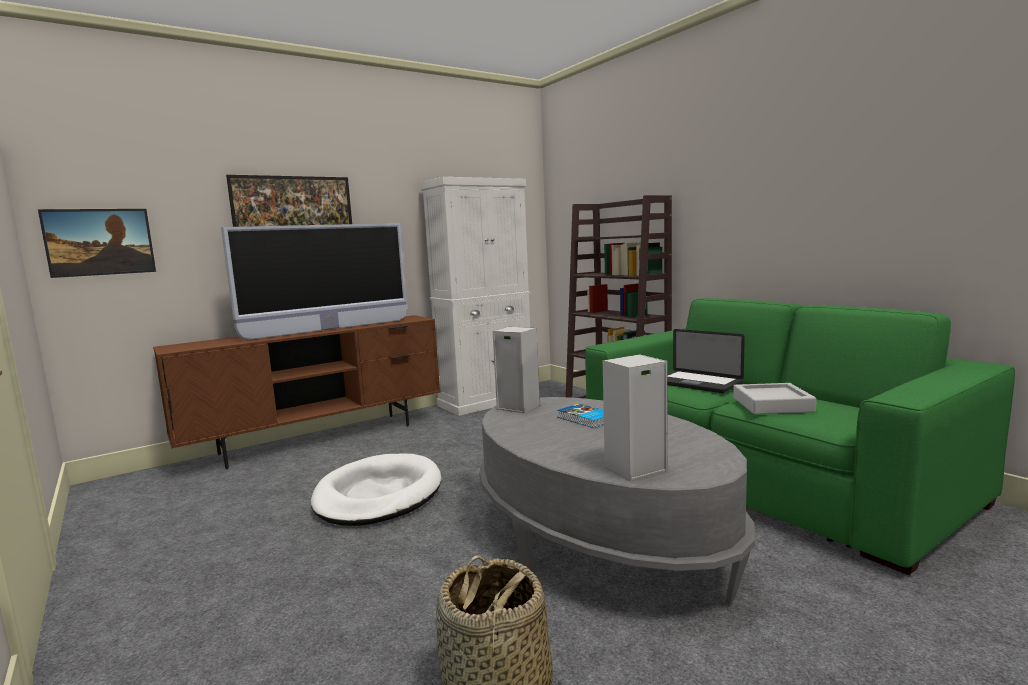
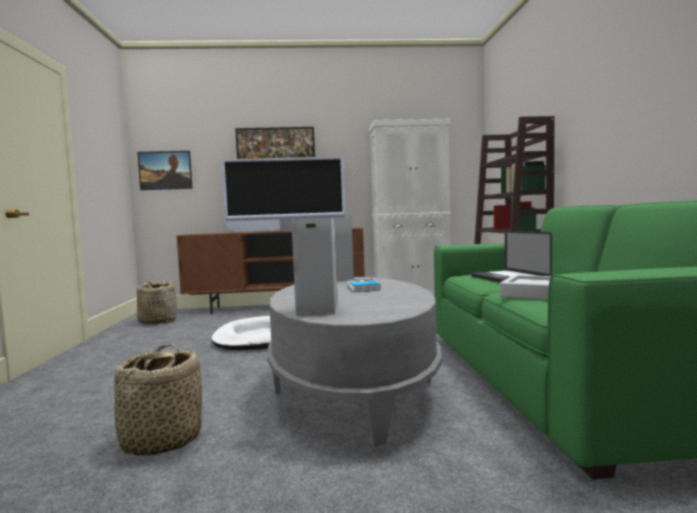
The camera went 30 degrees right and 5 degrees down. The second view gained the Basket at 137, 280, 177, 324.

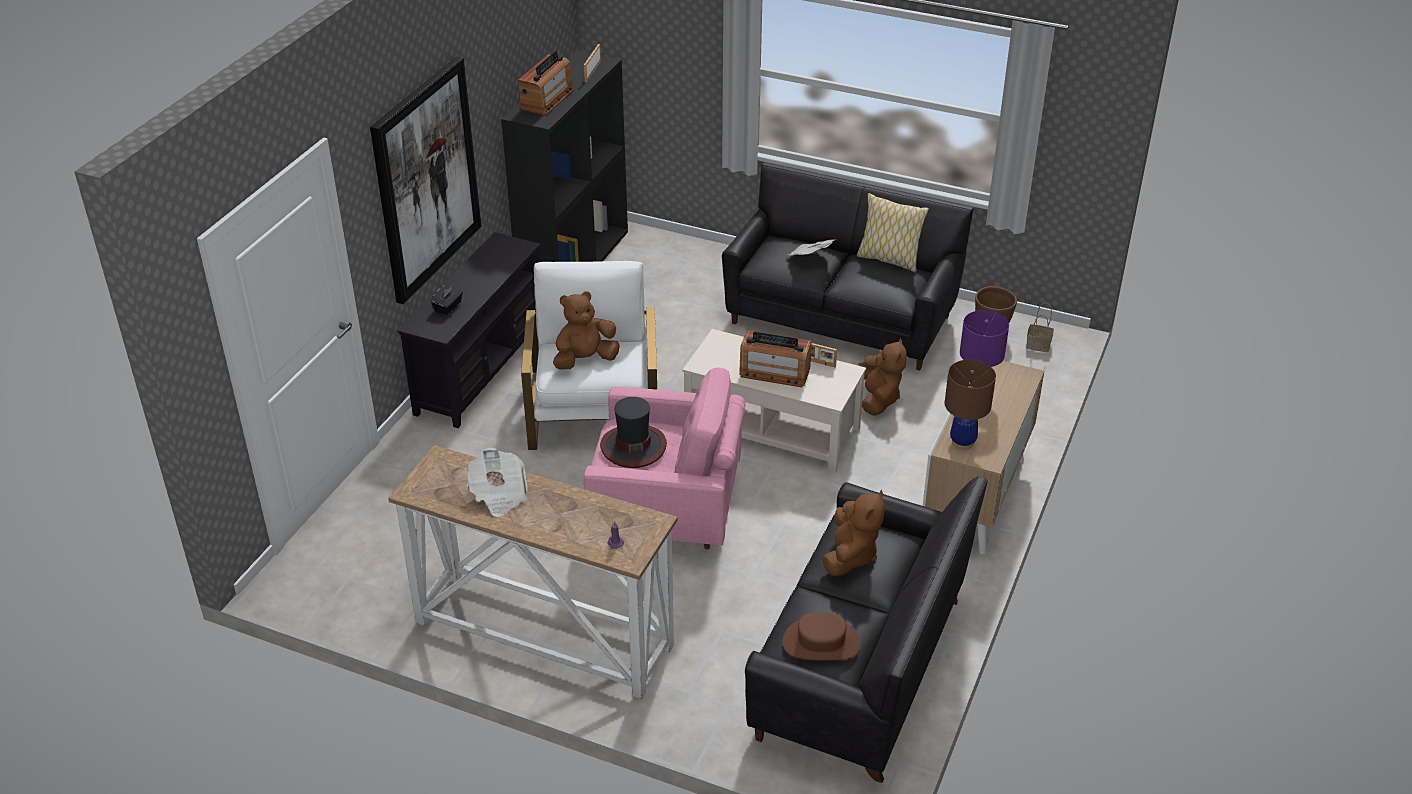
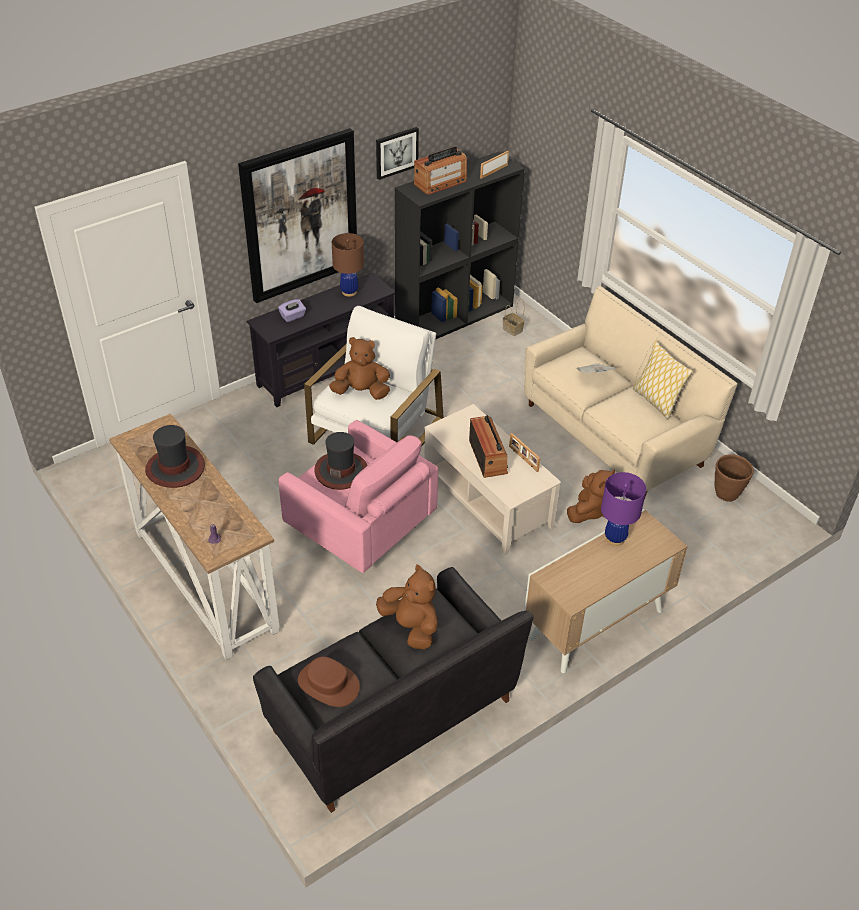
The camera went 30 degrees right and 5 degrees up. Where the Newspaper stood at 467, 447, 527, 517, the Hat came to stand at 145, 425, 205, 488. What was the BlackTissueBox at 431, 284, 463, 315 turned into the PurpleTissueBox at 278, 299, 306, 322. The BrownTableLamp ended up elsewhere, having gone from 945, 360, 996, 450 to 332, 233, 364, 297. The second view gained the Picture at 376, 127, 419, 180. The BrownPlushToy at 822, 490, 885, 576 ended up facing another way, 90 degrees counterclockwise from before. The Radio at 739, 331, 812, 387 ended up facing another way, 150 degrees counterclockwise from before. The Basket ended up elsewhere, having gone from 1026, 302, 1054, 352 to 503, 299, 525, 336. What was the BlackSofa at 722, 162, 974, 371 turned into the BeigeSofa at 524, 286, 738, 497.

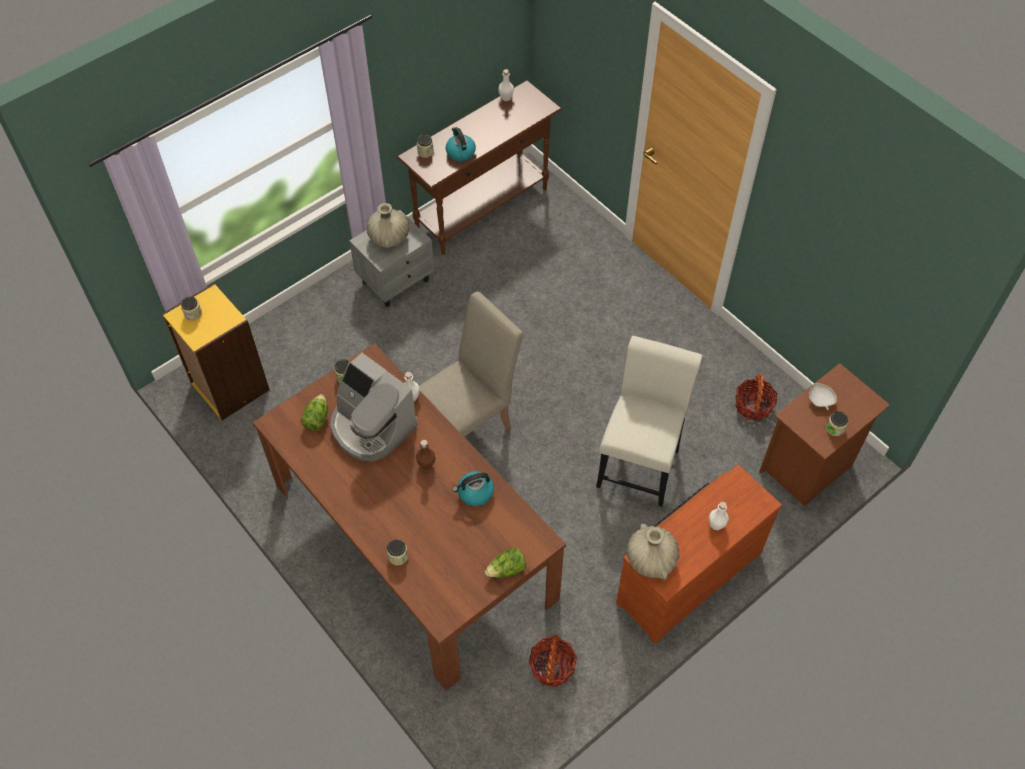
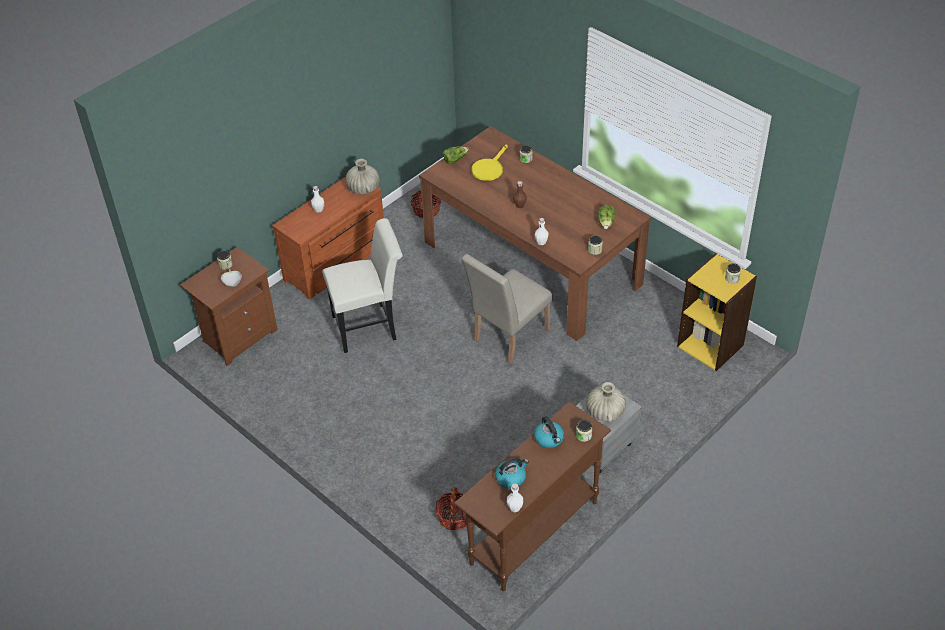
The camera went 175 degrees right and 10 degrees down. The WhiteChair at 596, 336, 703, 507 ended up facing another way, 120 degrees counterclockwise from before. The Basket ended up elsewhere, having gone from 735, 374, 777, 421 to 435, 487, 467, 530. The second view gained the YellowFryingPan at 472, 144, 508, 181. The Kettle ended up elsewhere, having gone from 452, 471, 494, 506 to 495, 458, 529, 489. The second view lost the CoffeeMachine at 330, 353, 417, 462.

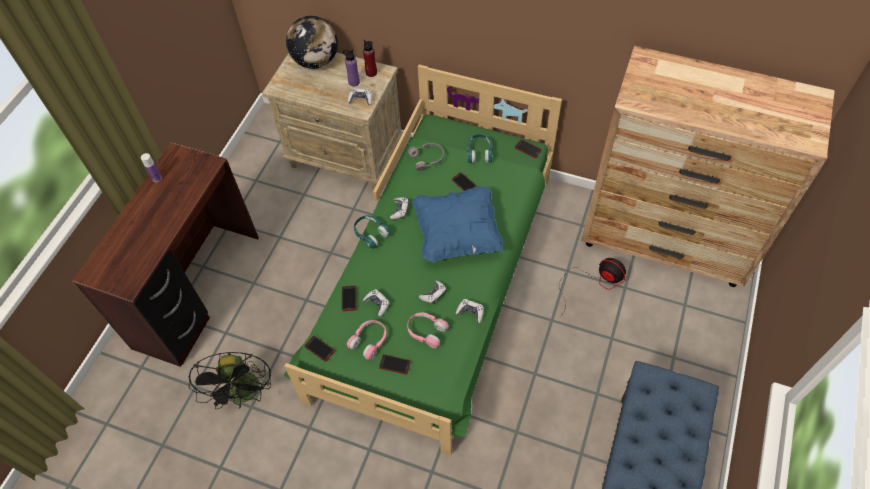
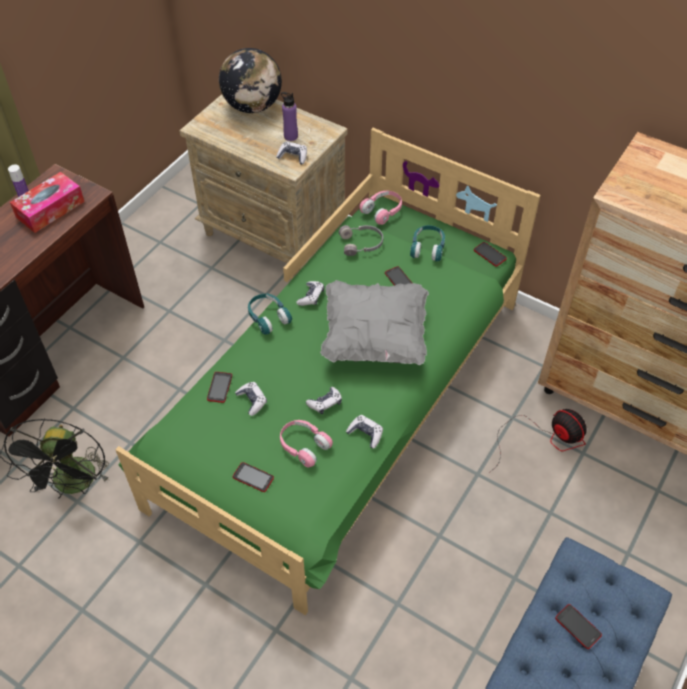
The camera went 10 degrees right and 5 degrees down. The second view gained the TissueBox at 10, 172, 85, 233. What was the BluePillow at 412, 186, 503, 263 turned into the GreyPillow at 320, 280, 429, 365. The PinkHeadphones ended up elsewhere, having gone from 347, 320, 387, 360 to 359, 191, 402, 225. The Phone ended up elsewhere, having gone from 304, 336, 335, 362 to 555, 604, 602, 649. The second view lost the RedBottle at 363, 40, 377, 77.

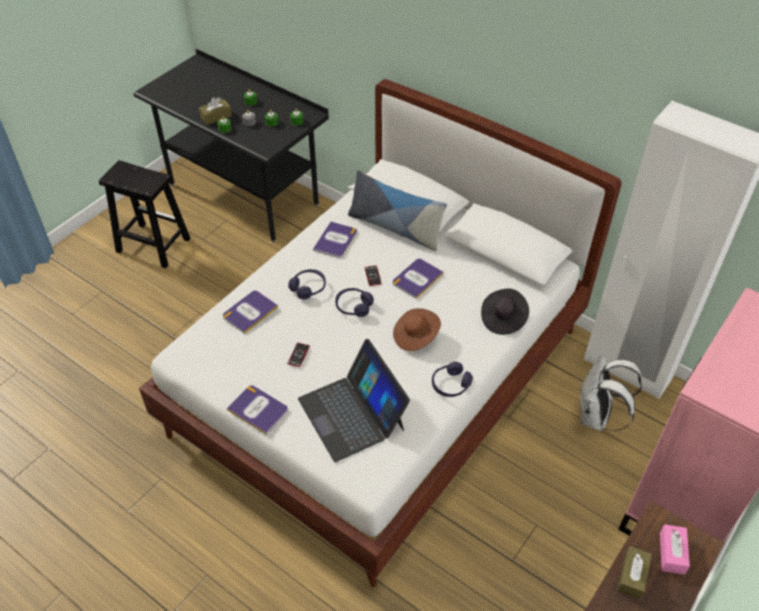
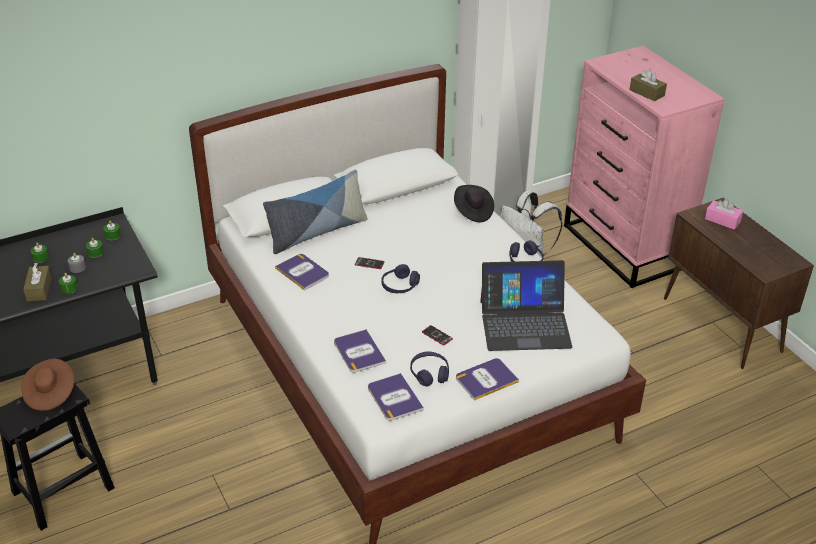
The camera went 65 degrees left and 10 degrees down. The BrownHat ended up elsewhere, having gone from 393, 308, 441, 351 to 21, 359, 74, 411. The Book ended up elsewhere, having gone from 393, 259, 444, 299 to 368, 373, 424, 421. The PurpleHeadphones ended up elsewhere, having gone from 288, 269, 326, 300 to 410, 352, 449, 386. The BrownTissueBox ended up elsewhere, having gone from 617, 546, 652, 599 to 630, 69, 667, 101.

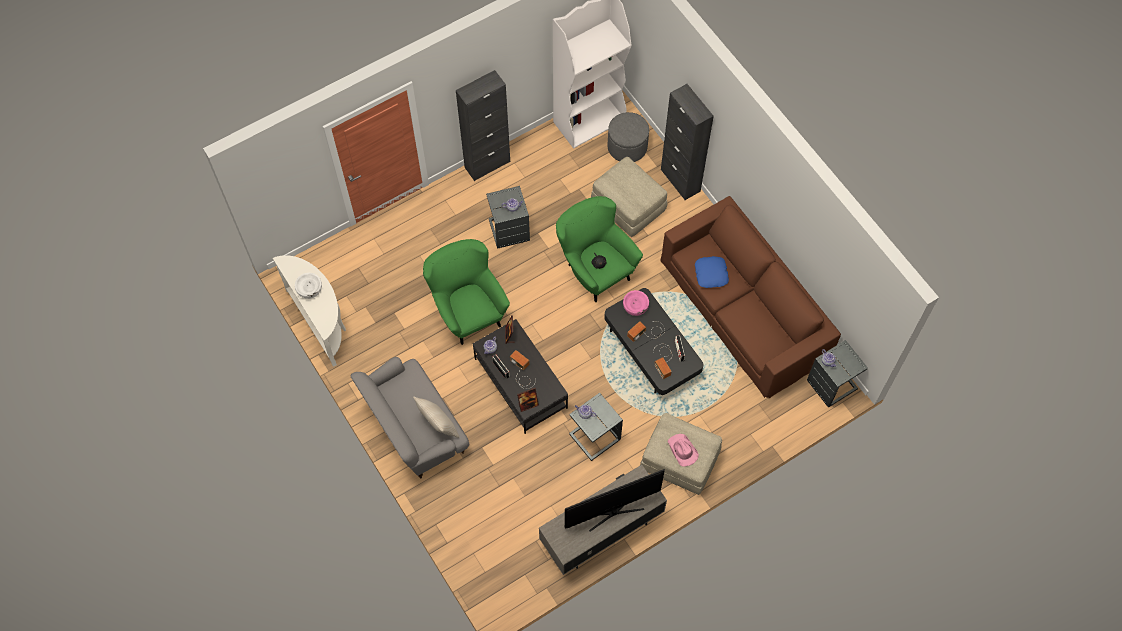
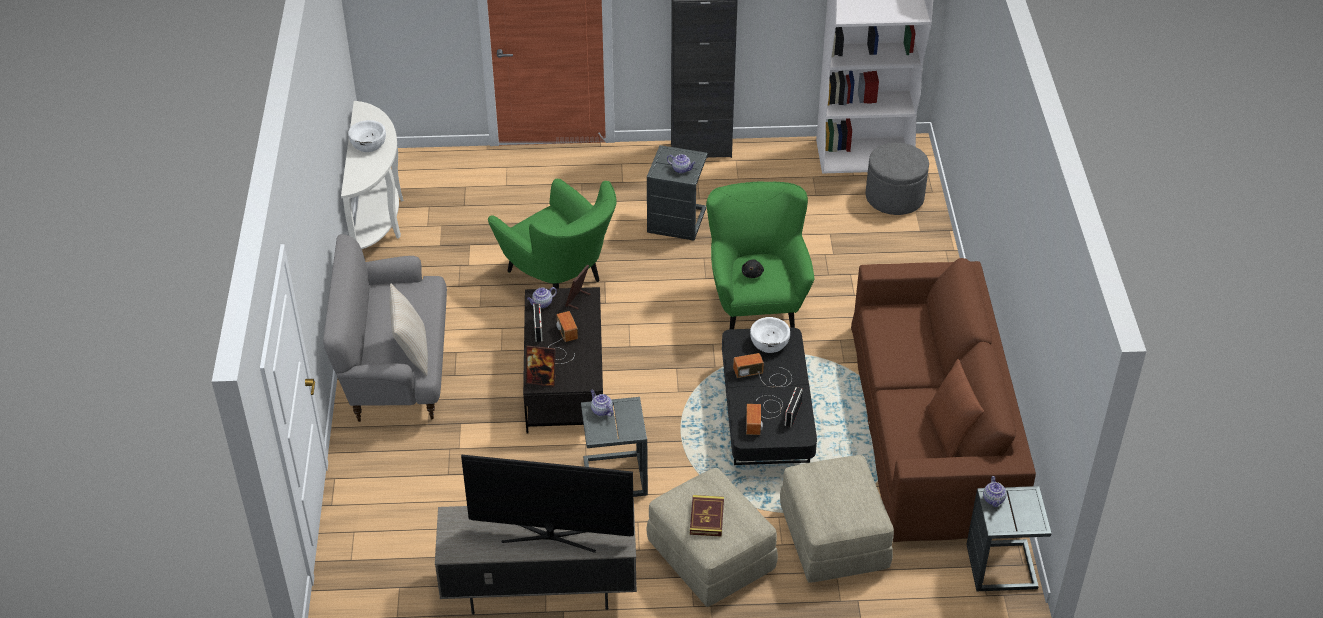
The camera went 30 degrees right and 20 degrees down. The GreenArmchair at 423, 239, 510, 345 ended up facing another way, 135 degrees clockwise from before. Where the PinkHat stood at 668, 434, 699, 466, the Book came to stand at 690, 495, 724, 537. What was the PinkBowl at 623, 290, 649, 316 turned into the WhiteBowl at 750, 317, 790, 353. The BeigeOttoman ended up elsewhere, having gone from 591, 157, 667, 237 to 780, 455, 894, 582. The second view gained the BrownPillow at 926, 359, 984, 458. The second view lost the BlackCabinet at 661, 84, 714, 200. The second view lost the BluePillow at 695, 256, 729, 288.

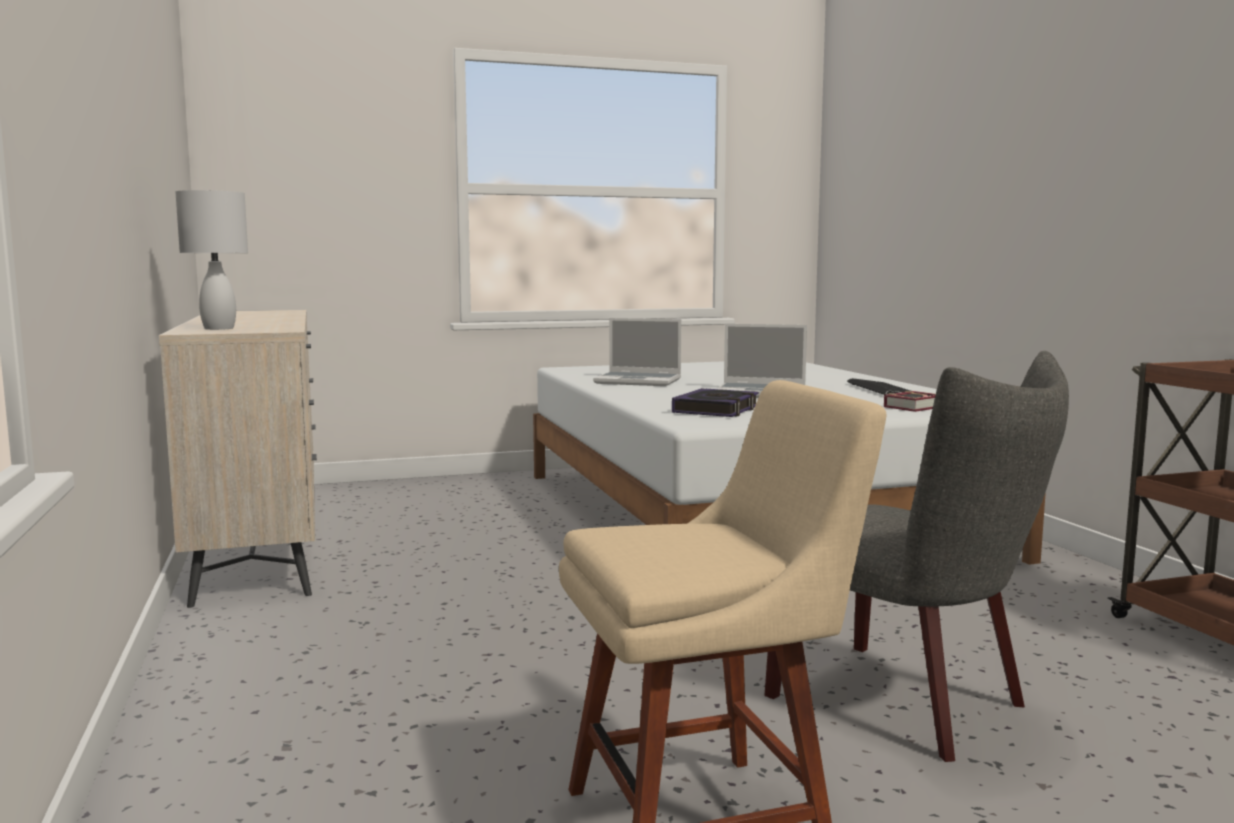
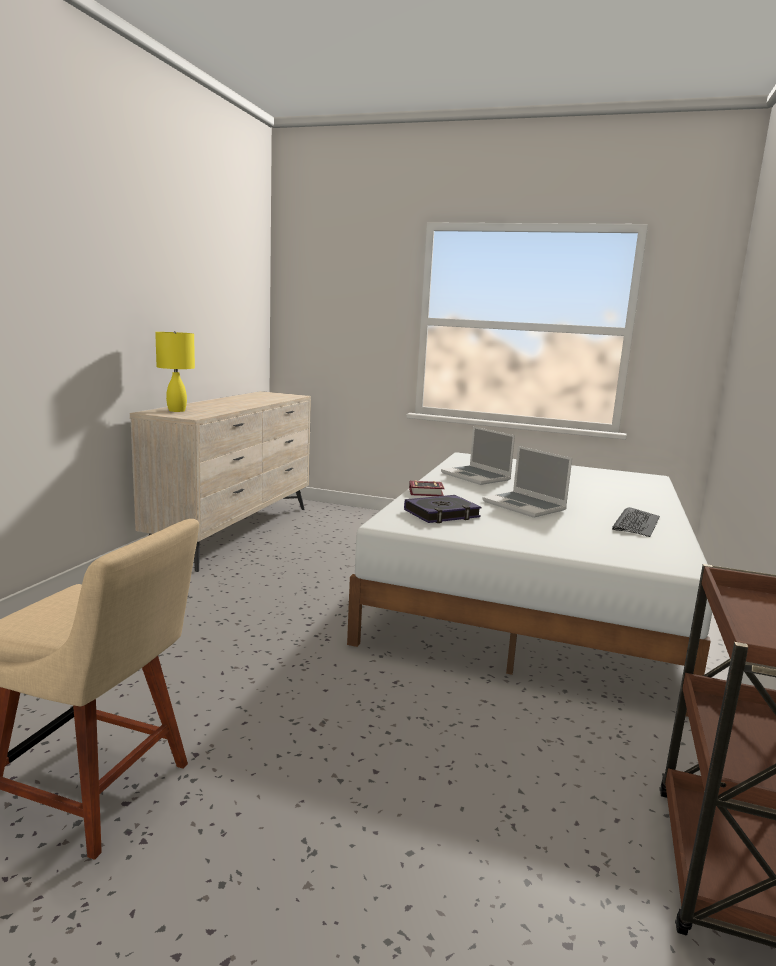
The camera went 35 degrees right and 5 degrees up. What was the WhiteTableLamp at 175, 190, 248, 330 turned into the YellowTableLamp at 155, 331, 195, 412. The Book ended up elsewhere, having gone from 884, 391, 936, 412 to 409, 480, 444, 496. The second view lost the GreyChair at 764, 351, 1069, 762.

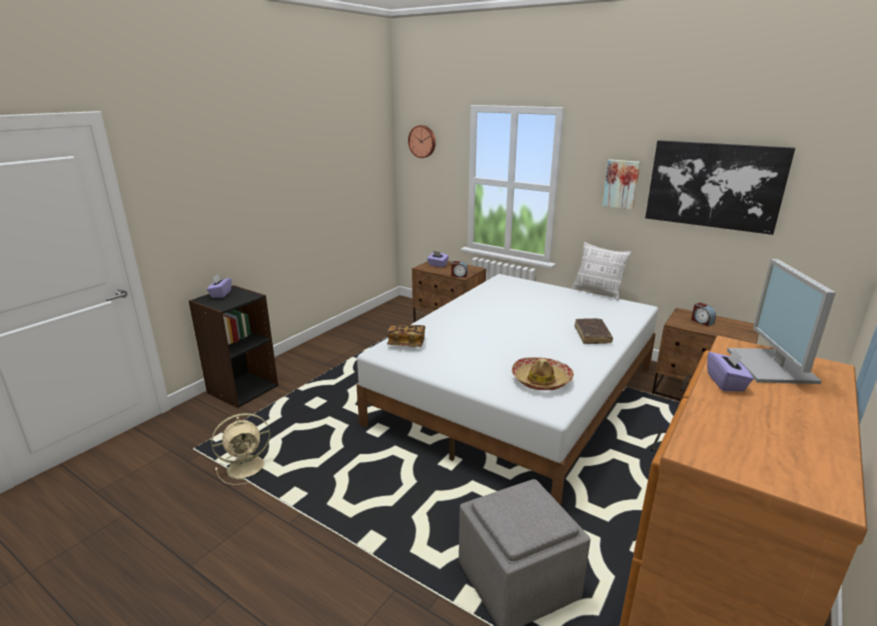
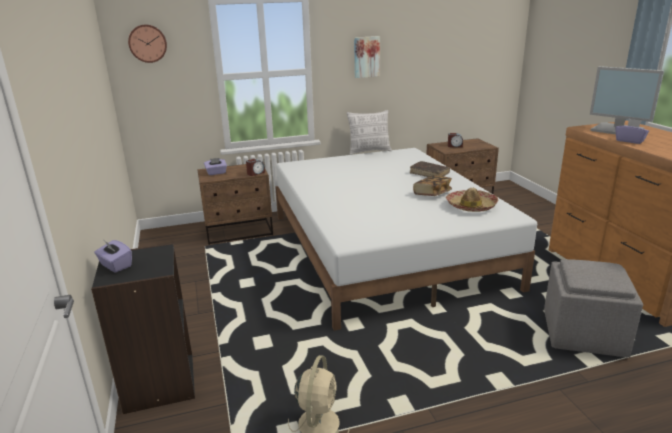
The camera went 50 degrees left and 0 degrees up. The Book ended up elsewhere, having gone from 387, 324, 425, 347 to 413, 175, 452, 196. The second view lost the Picture at 645, 140, 795, 235.

